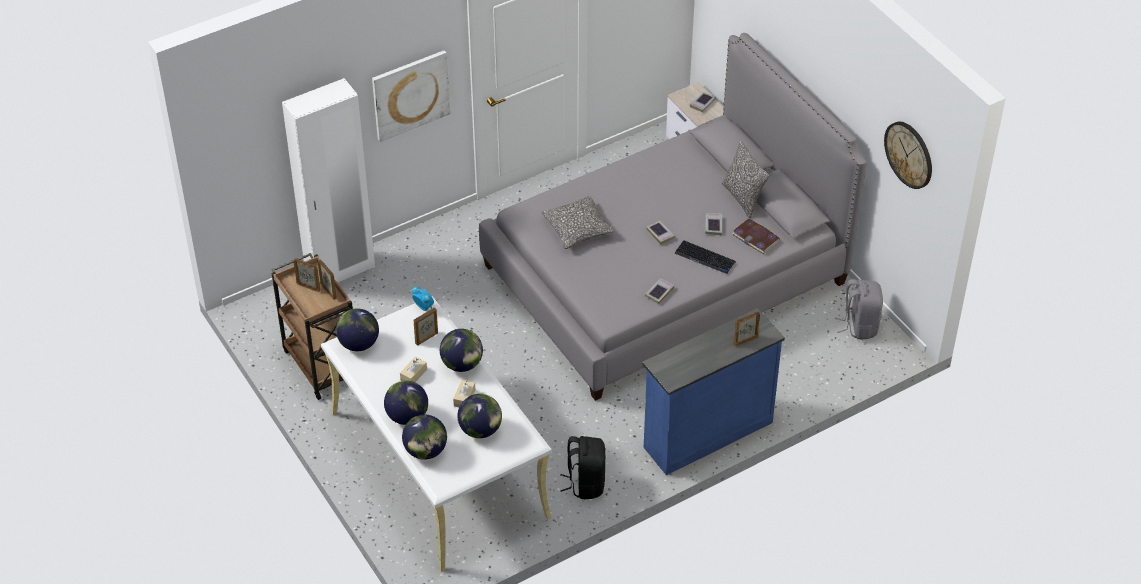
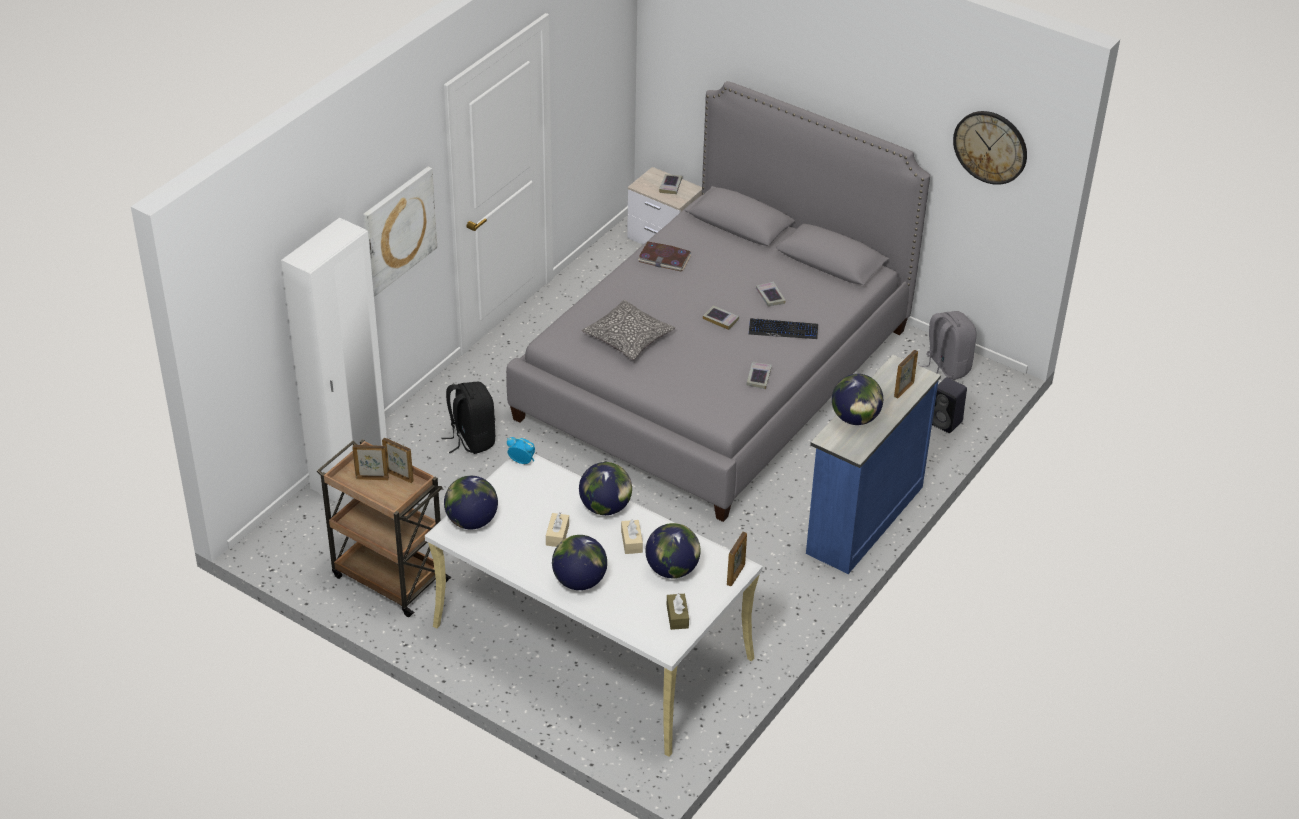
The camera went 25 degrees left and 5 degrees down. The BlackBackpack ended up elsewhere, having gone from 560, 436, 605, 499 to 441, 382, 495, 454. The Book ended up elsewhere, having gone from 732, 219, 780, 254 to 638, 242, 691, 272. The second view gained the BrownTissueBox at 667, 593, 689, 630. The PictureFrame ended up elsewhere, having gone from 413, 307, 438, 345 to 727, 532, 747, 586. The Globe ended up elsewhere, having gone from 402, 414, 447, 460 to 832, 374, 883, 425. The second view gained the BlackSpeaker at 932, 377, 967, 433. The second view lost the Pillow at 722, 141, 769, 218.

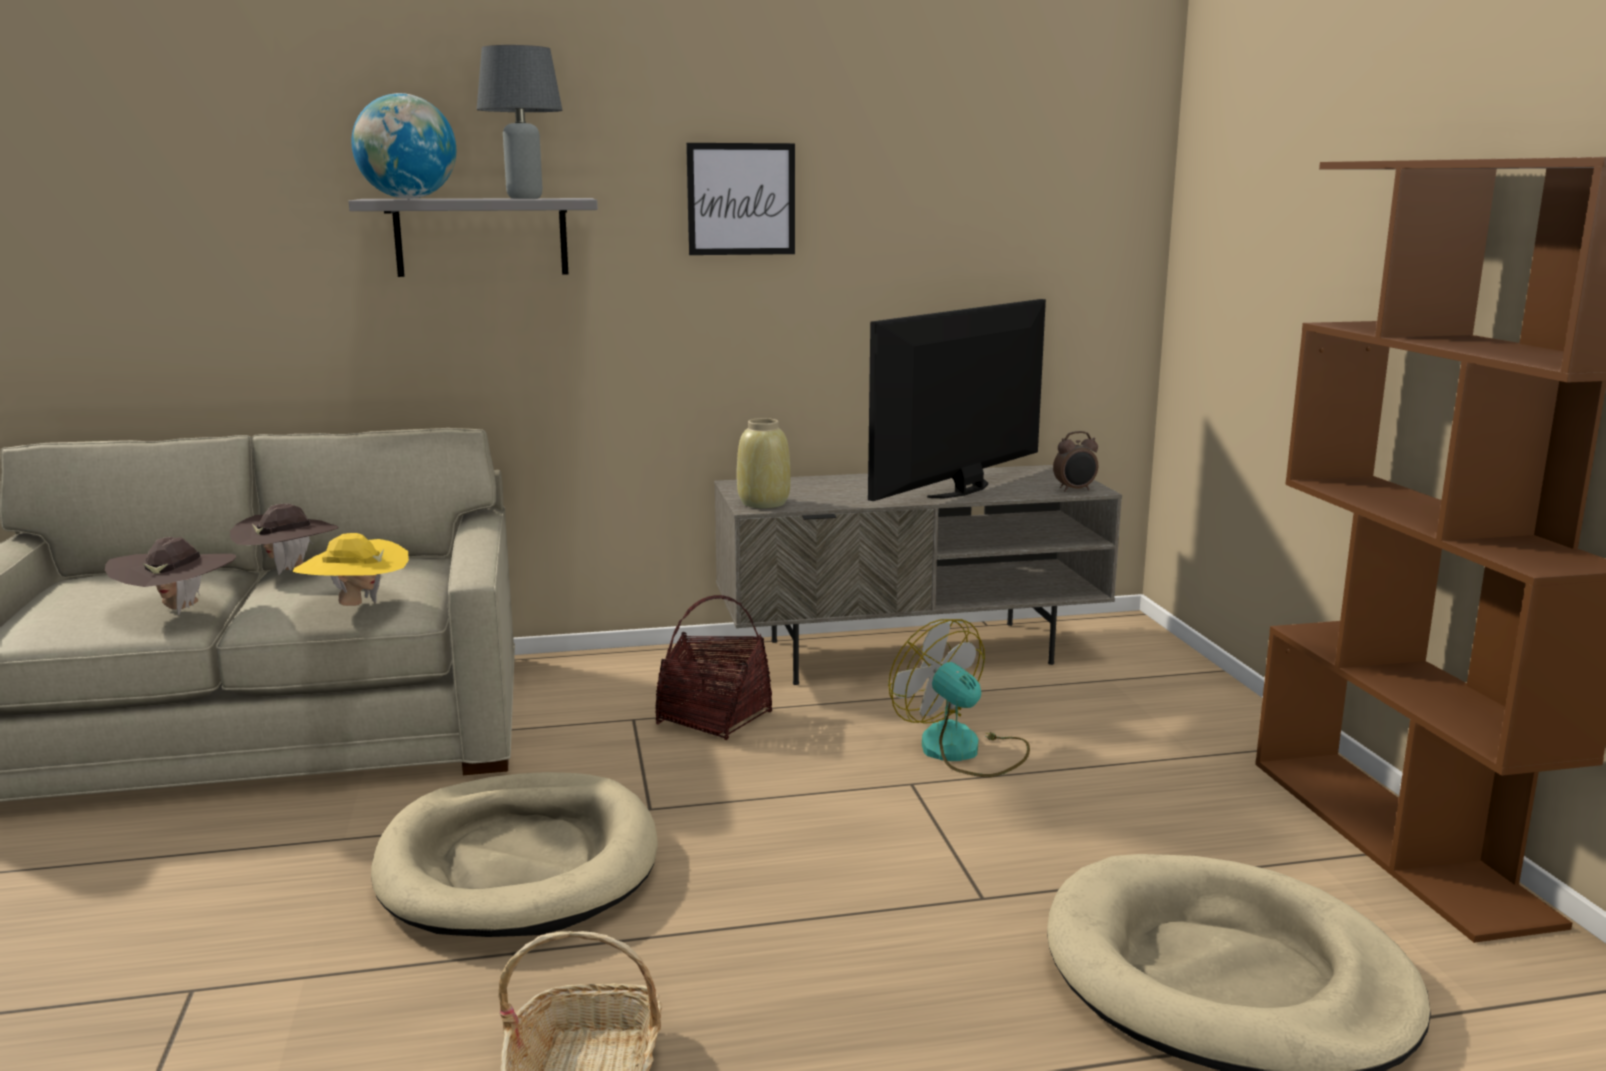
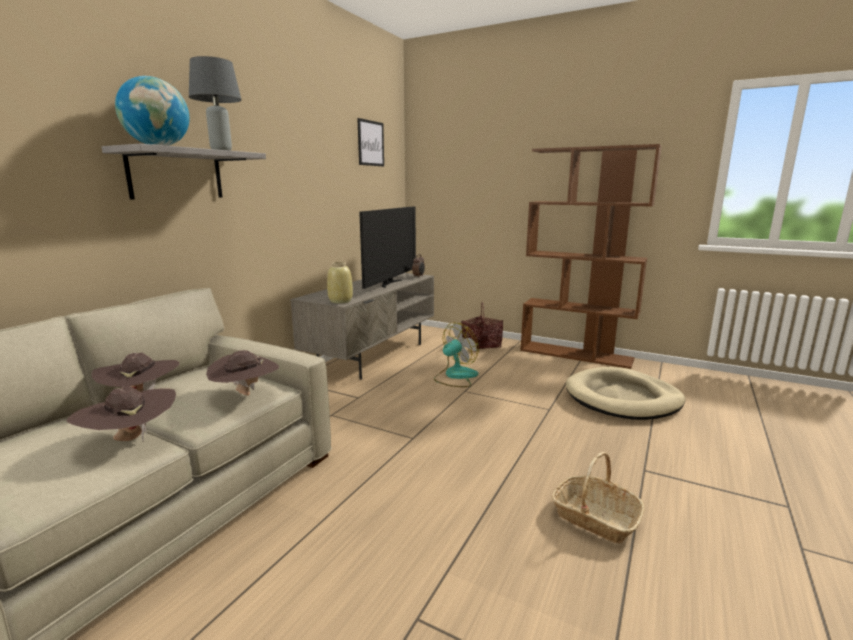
The camera went 50 degrees left and 0 degrees up. What was the YellowHat at 293, 533, 409, 606 turned into the BrownHat at 206, 350, 279, 396. The Picture ended up elsewhere, having gone from 686, 143, 795, 255 to 357, 118, 384, 166. The Television at 868, 299, 1046, 501 ended up facing another way, 150 degrees counterclockwise from before. The Fan at 888, 619, 1030, 777 ended up facing another way, 135 degrees clockwise from before. The Basket ended up elsewhere, having gone from 655, 595, 772, 740 to 461, 302, 503, 349. The second view lost the BeigeDogBed at 371, 772, 658, 937.

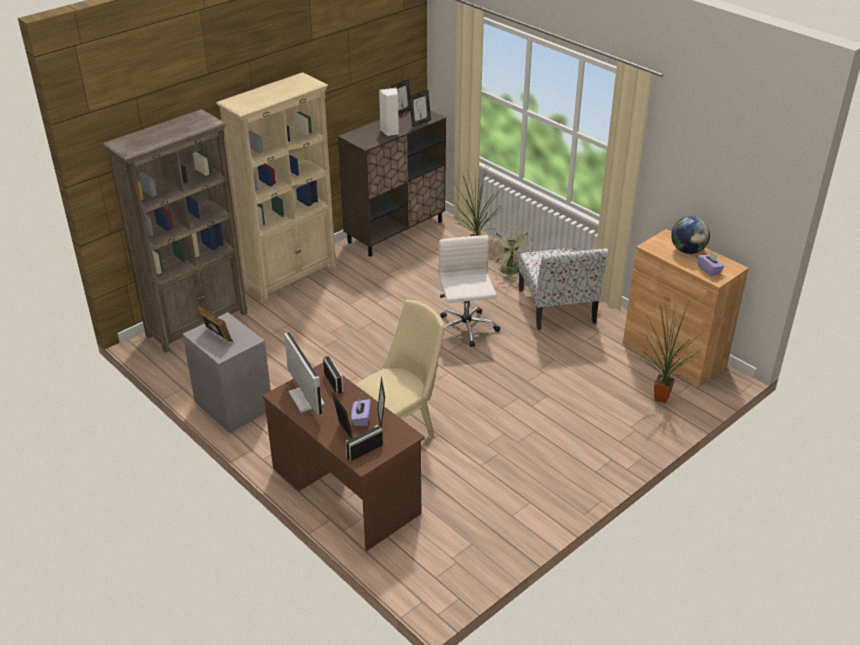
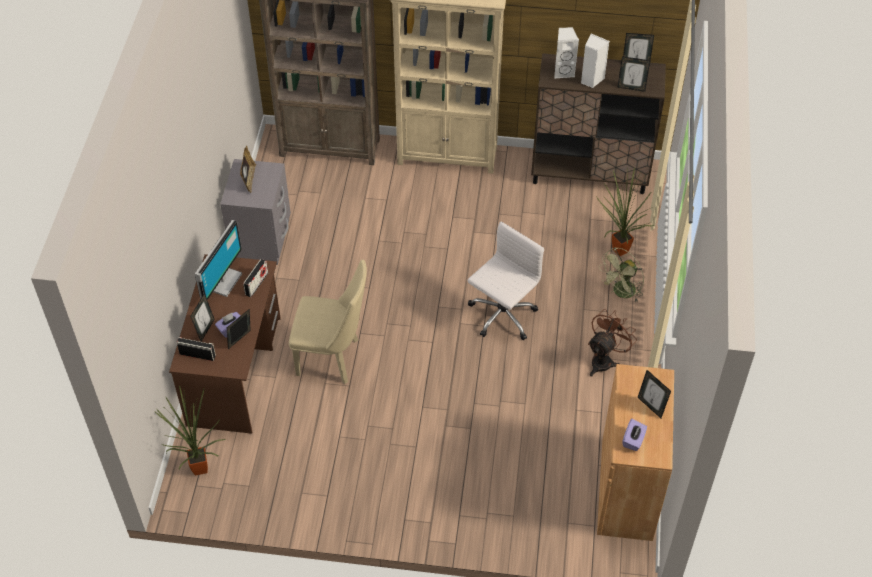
The camera went 50 degrees right and 15 degrees up. The PottedPlant ended up elsewhere, having gone from 640, 300, 705, 403 to 154, 385, 225, 475. The second view gained the WhiteSpeaker at 554, 27, 579, 78. Where the Chair stood at 518, 248, 609, 330, the BrownFan came to stand at 588, 309, 637, 377. Where the Globe stood at 671, 216, 710, 254, the PictureFrame came to stand at 637, 370, 671, 418.

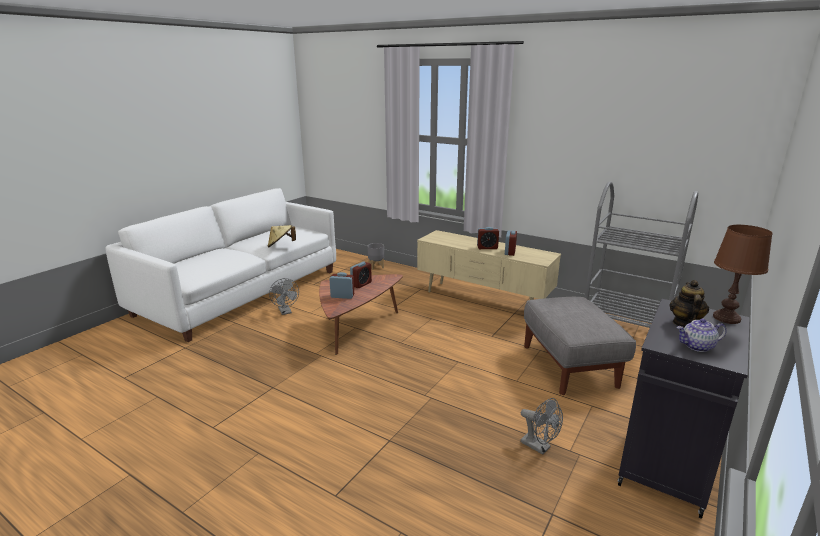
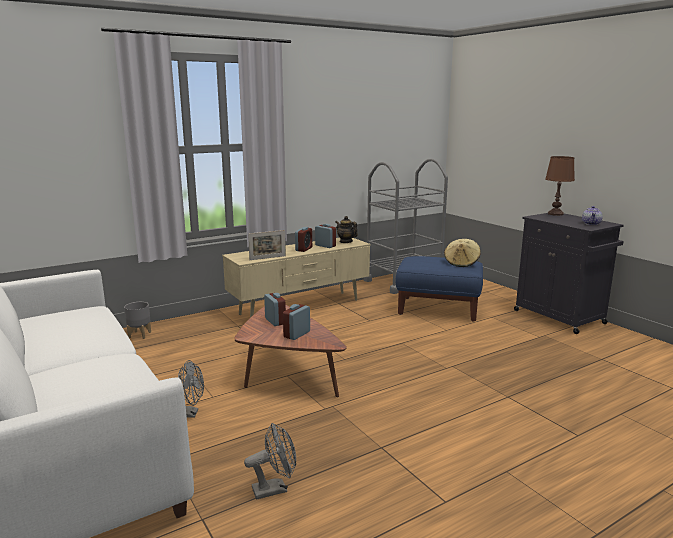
The camera went 65 degrees left and 5 degrees down. The GreyFan ended up elsewhere, having gone from 520, 398, 563, 455 to 244, 423, 296, 500. The second view gained the PictureFrame at 248, 230, 286, 260. The Teapot ended up elsewhere, having gone from 669, 280, 709, 327 to 336, 216, 358, 243. What was the GreyOttoman at 524, 297, 636, 395 turned into the BlueOttoman at 396, 256, 483, 322. The BeigeHat ended up elsewhere, having gone from 268, 225, 296, 248 to 444, 239, 481, 267.

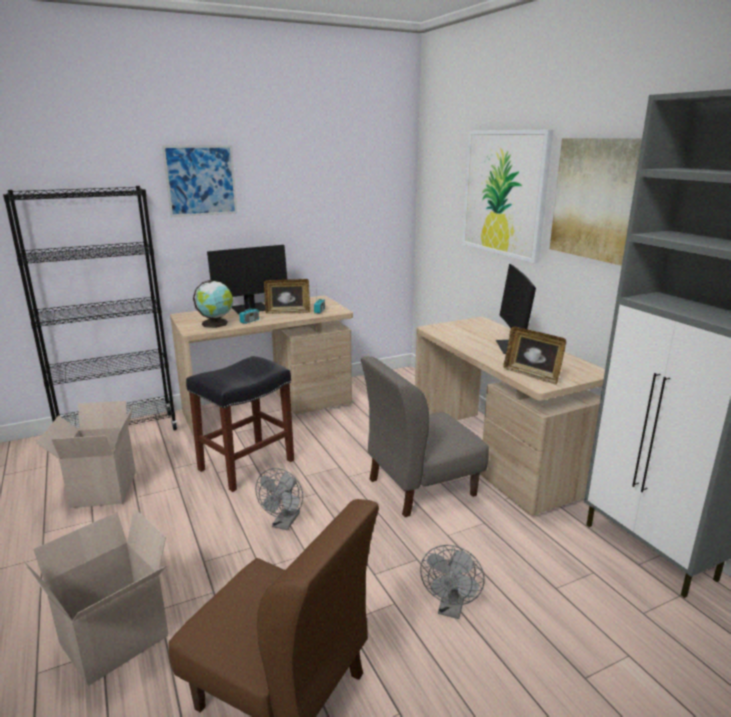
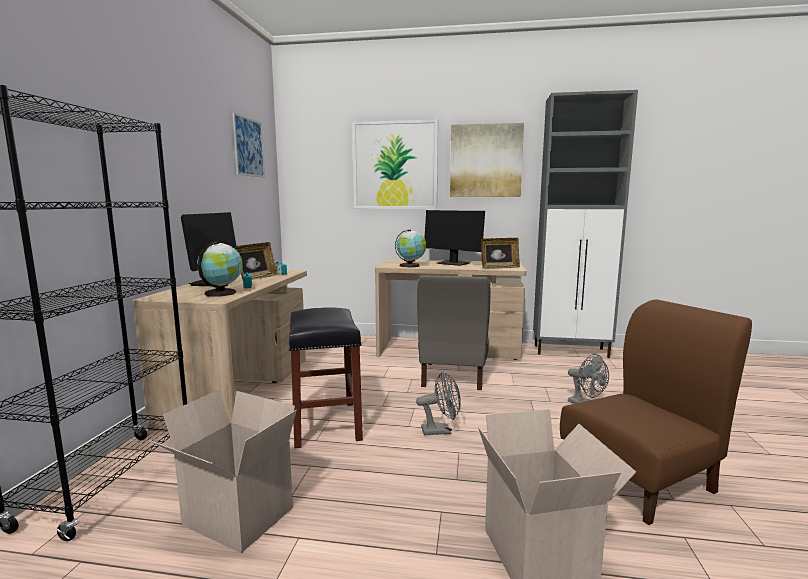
The camera went 55 degrees left and 10 degrees down. The Picture ended up elsewhere, having gone from 162, 145, 237, 217 to 232, 112, 265, 178. The second view gained the Globe at 395, 229, 426, 268. The GreyFan at 255, 468, 303, 530 ended up facing another way, 60 degrees counterclockwise from before.

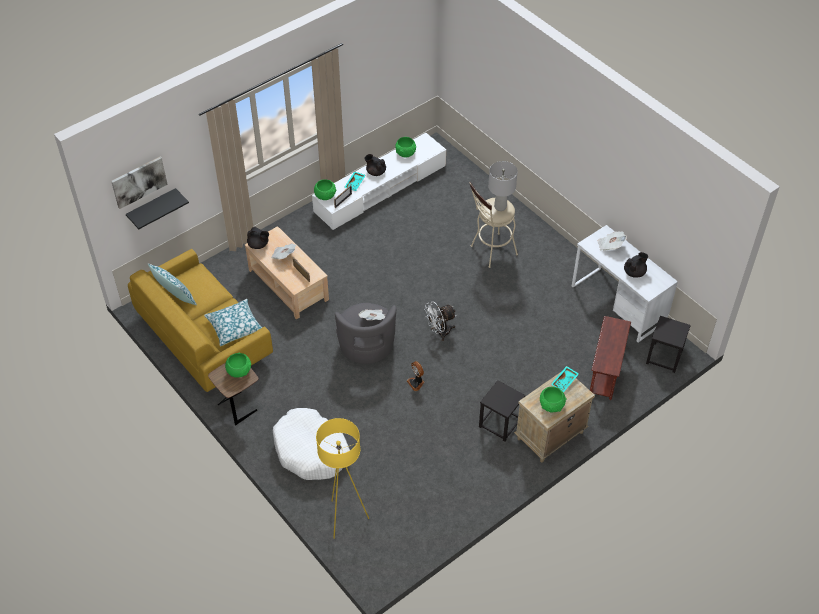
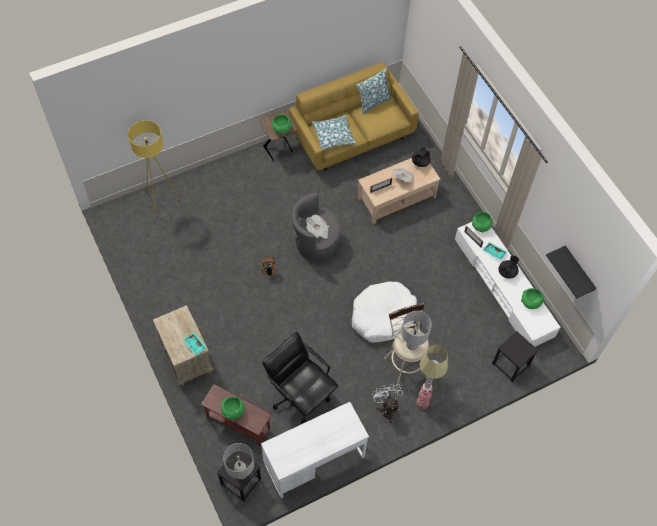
The camera went 100 degrees right and 10 degrees up. The GreenBowl ended up elsewhere, having gone from 540, 387, 567, 412 to 221, 397, 245, 420. The second view gained the GreyTableLamp at 223, 443, 254, 480. The second view gained the BlackOfficeChair at 262, 332, 338, 424. The WhiteDogBed ended up elsewhere, having gone from 273, 408, 350, 480 to 352, 282, 417, 342. The WhiteFan ended up elsewhere, having gone from 424, 301, 456, 341 to 372, 383, 403, 423. The second view gained the FloorLamp at 416, 344, 448, 410. The BlackStool ended up elsewhere, having gone from 479, 380, 525, 442 to 492, 331, 538, 382. The BlackShelf ended up elsewhere, having gone from 126, 188, 189, 229 to 546, 246, 597, 298. The second view lost the Picture at 111, 157, 168, 209. The second view lost the Newspaper at 597, 231, 627, 251. The second view lost the BlackTeapot at 624, 252, 648, 278.

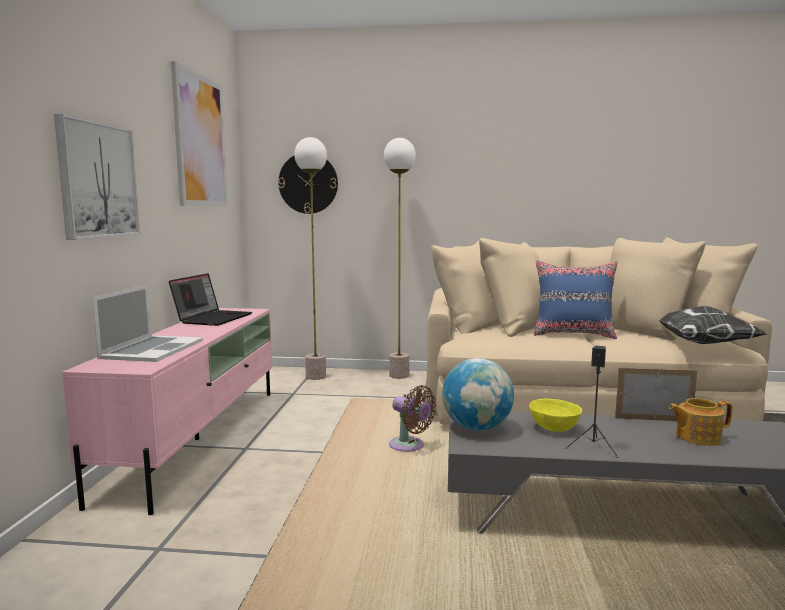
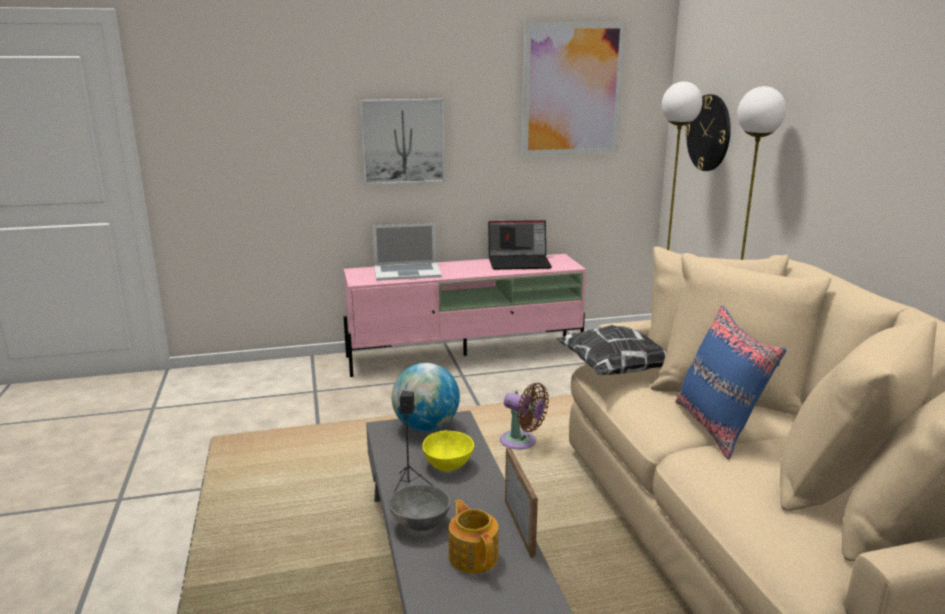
The camera went 70 degrees right and 10 degrees up. The second view gained the GreyBowl at 389, 484, 450, 531. The BrownFan at 389, 385, 436, 452 ended up facing another way, 75 degrees counterclockwise from before. The Pillow ended up elsewhere, having gone from 659, 306, 767, 344 to 556, 325, 667, 375.

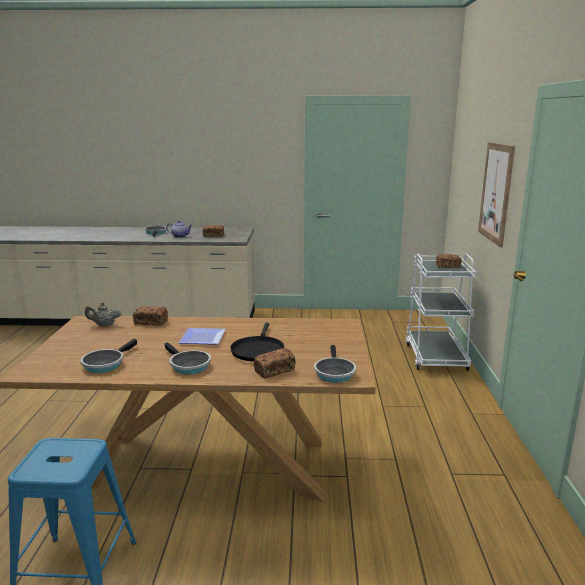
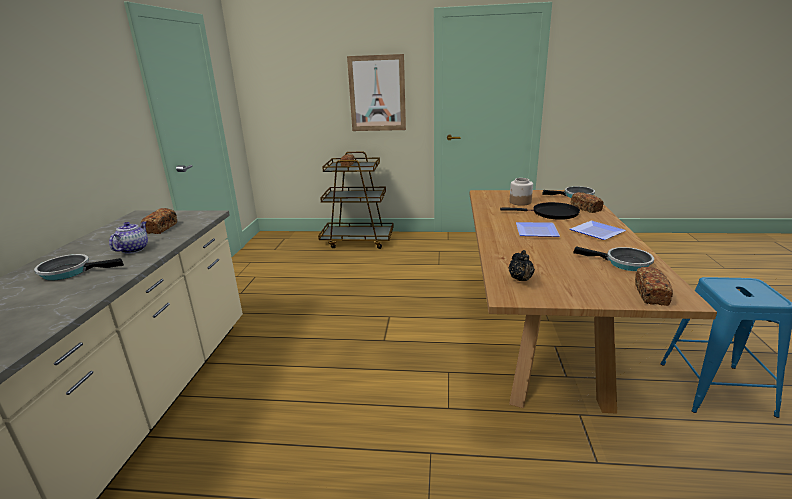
The camera went 85 degrees left and 5 degrees up. What was the WhiteCart at 405, 253, 476, 371 turned into the BrownCart at 318, 152, 394, 249. What was the BeigeTeapot at 85, 302, 121, 327 turned into the BlackTeapot at 508, 250, 535, 281. The second view gained the Jar at 510, 178, 533, 206. Where the FryingPan stood at 164, 342, 211, 375, the Plate came to stand at 570, 221, 626, 240. The Bread ended up elsewhere, having gone from 133, 306, 168, 326 to 635, 267, 673, 306.

